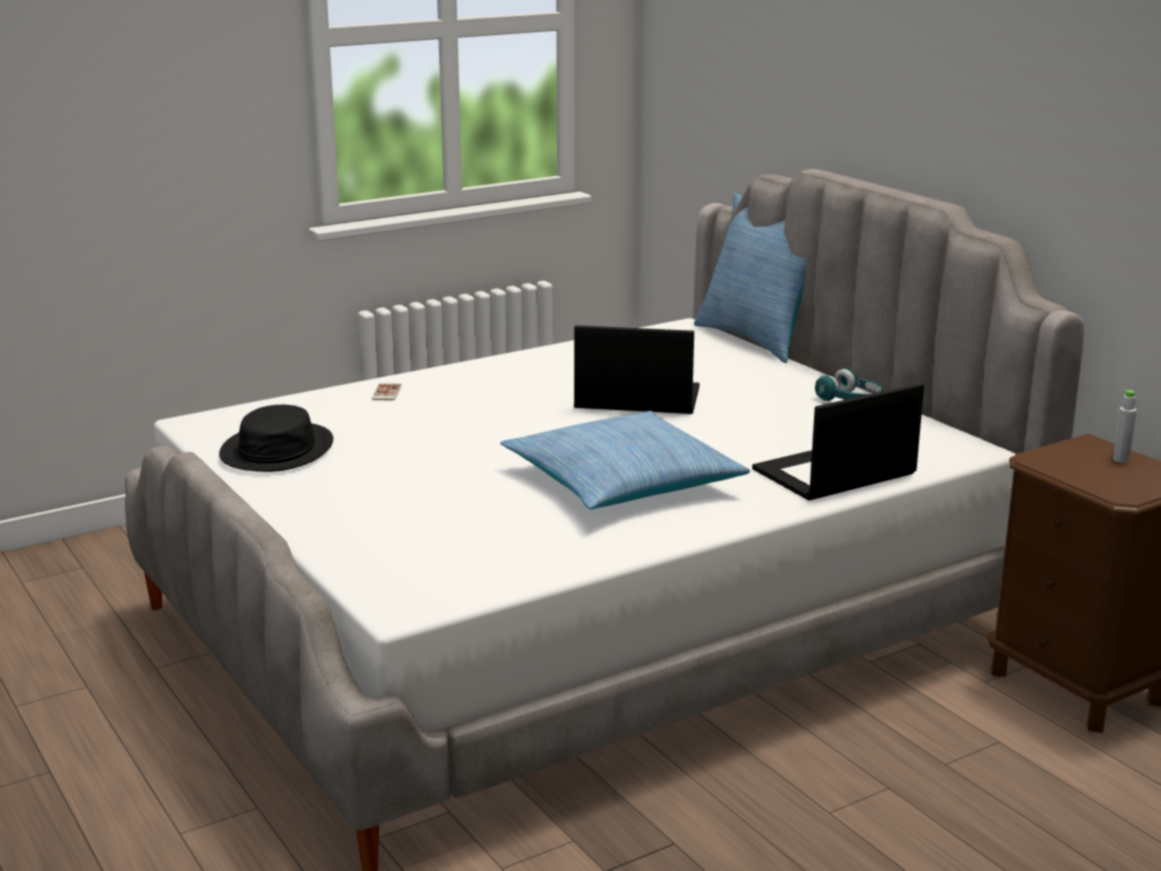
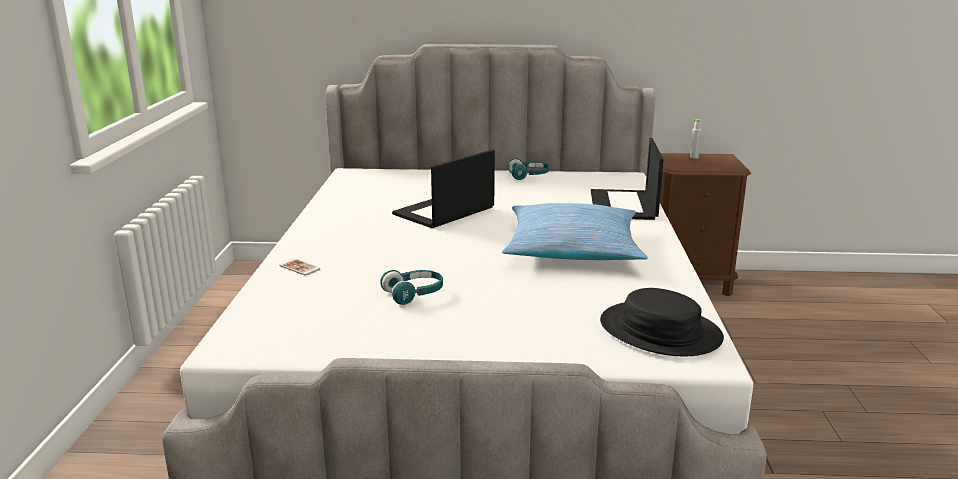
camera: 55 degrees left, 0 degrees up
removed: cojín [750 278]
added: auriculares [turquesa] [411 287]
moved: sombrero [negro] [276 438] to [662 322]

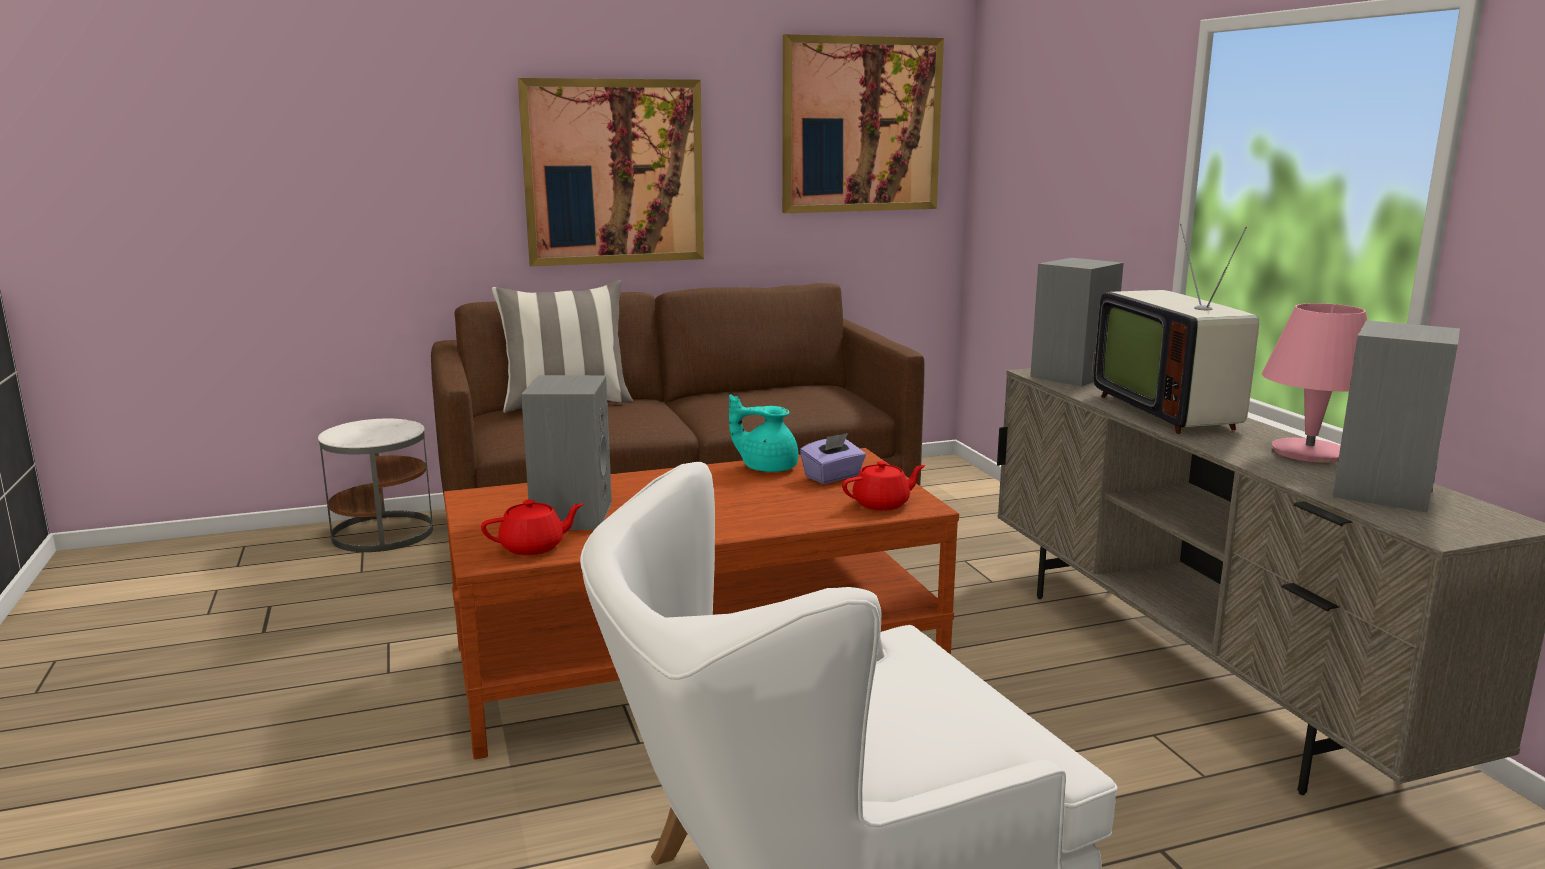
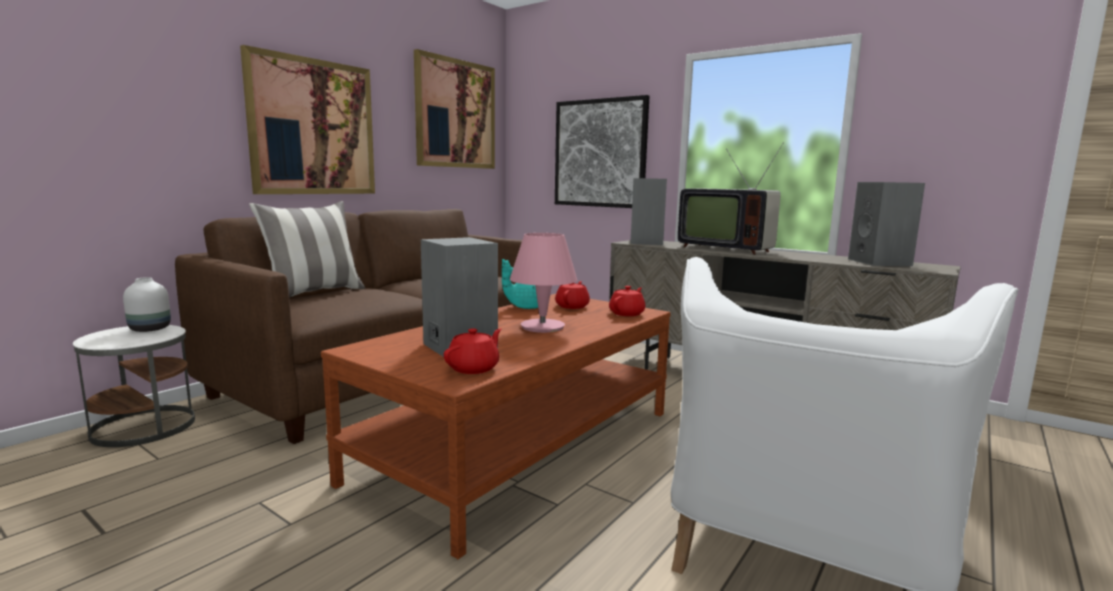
camera: 35 degrees left, 5 degrees down
added: cuadro [602 151]; florero [blanco] [147 304]
moved: lámpara de mesa [rosa] [1314 383] to [543 283]
replaced: caja de pañuelos [morado] [833 458] to tetera [rojo] [572 295]

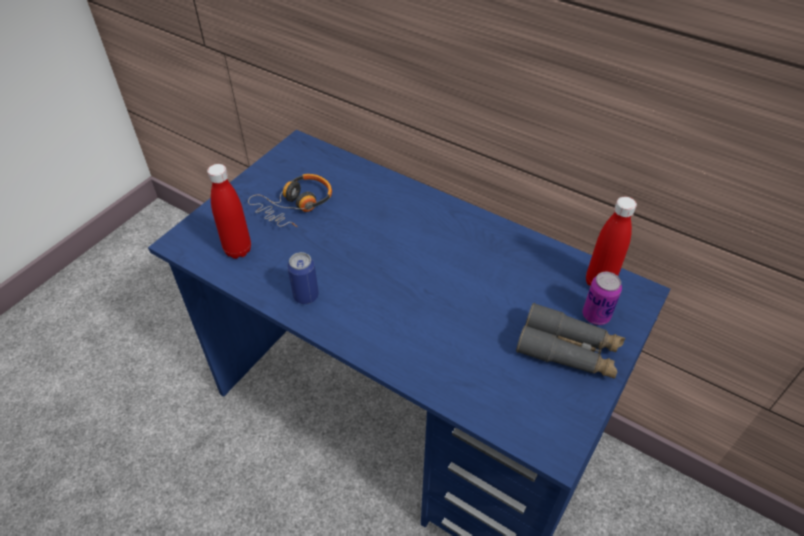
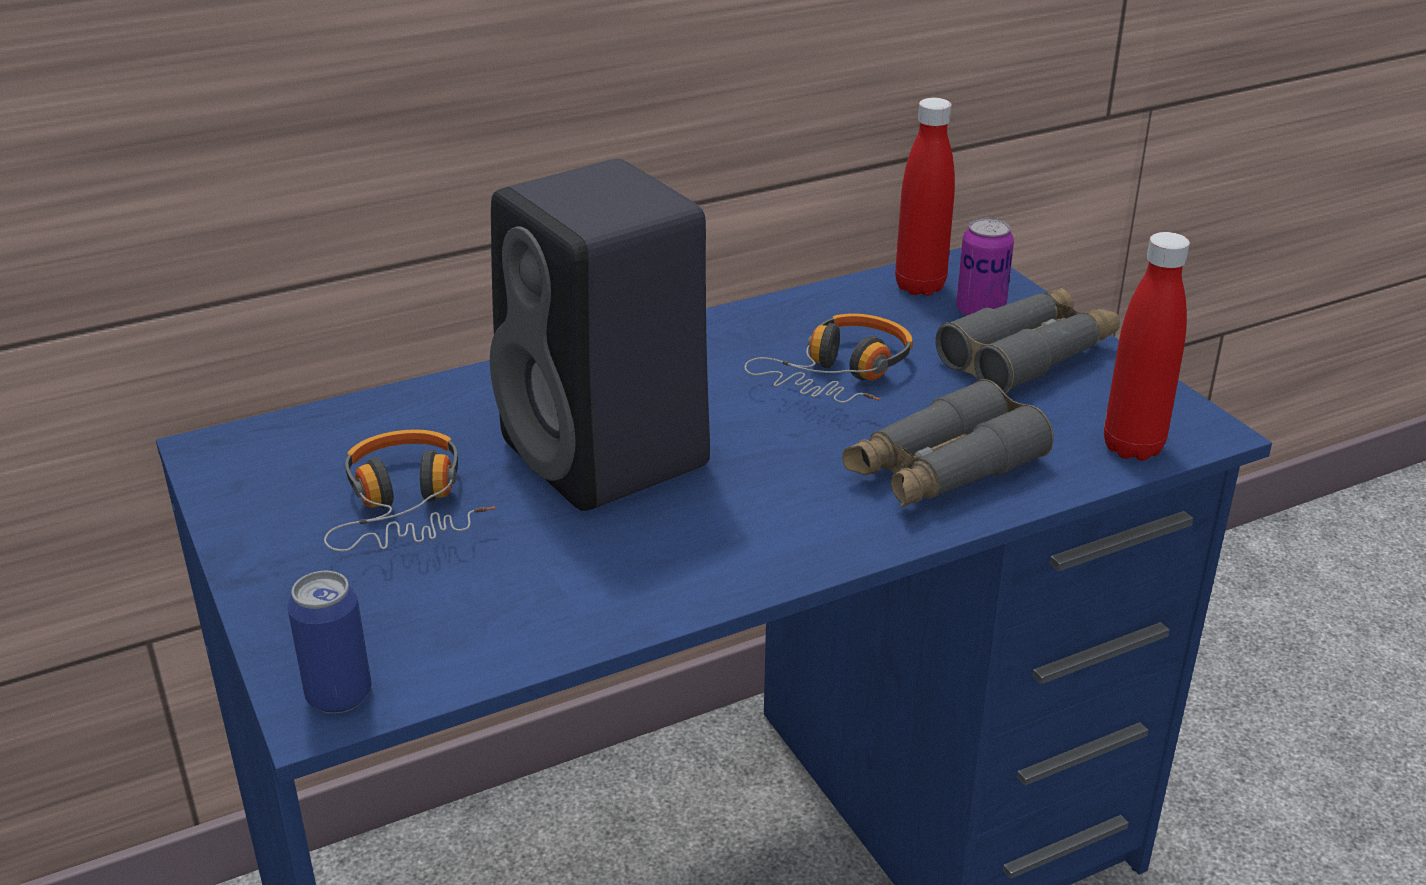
camera: 60 degrees left, 15 degrees down
added: altavoz [negro] [600 335]; auriculares [828 358]; prismáticos [gris] [948 443]
moved: botella [rojo] [229 211] to [1147 346]; lata [303 278] to [329 642]

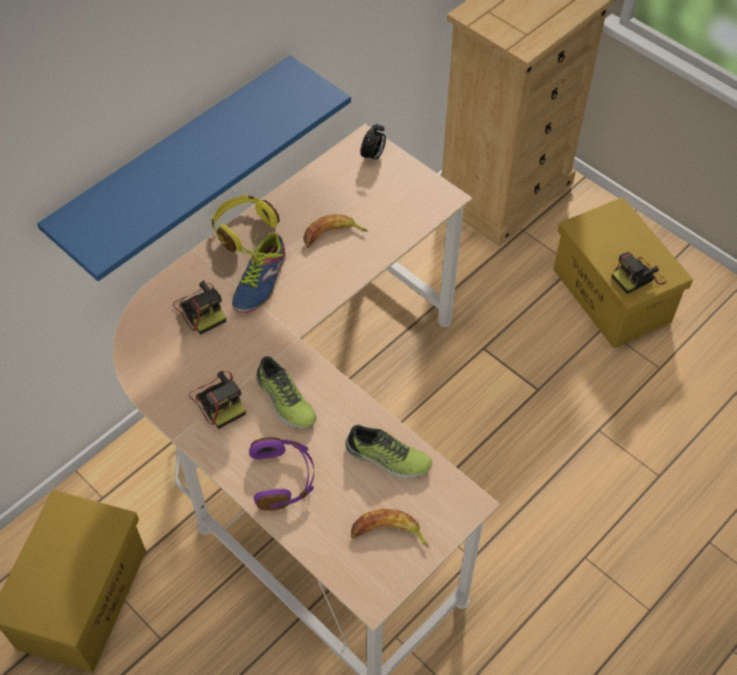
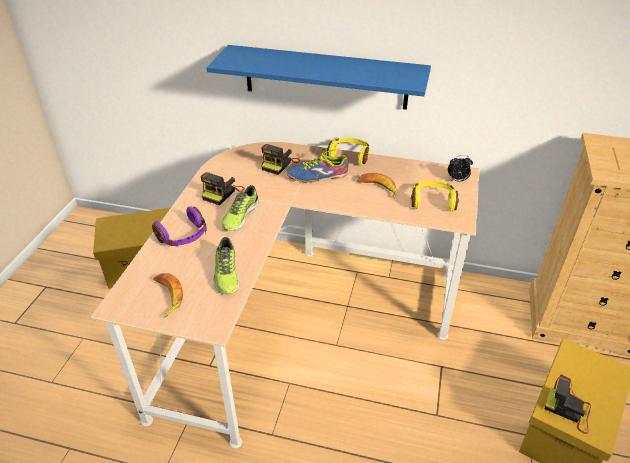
camera: 60 degrees right, 15 degrees down
added: auriculares [amarillo] [435 196]

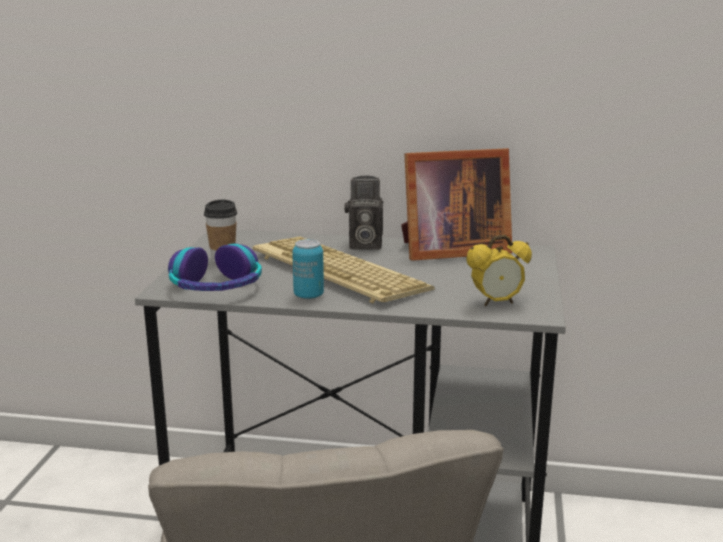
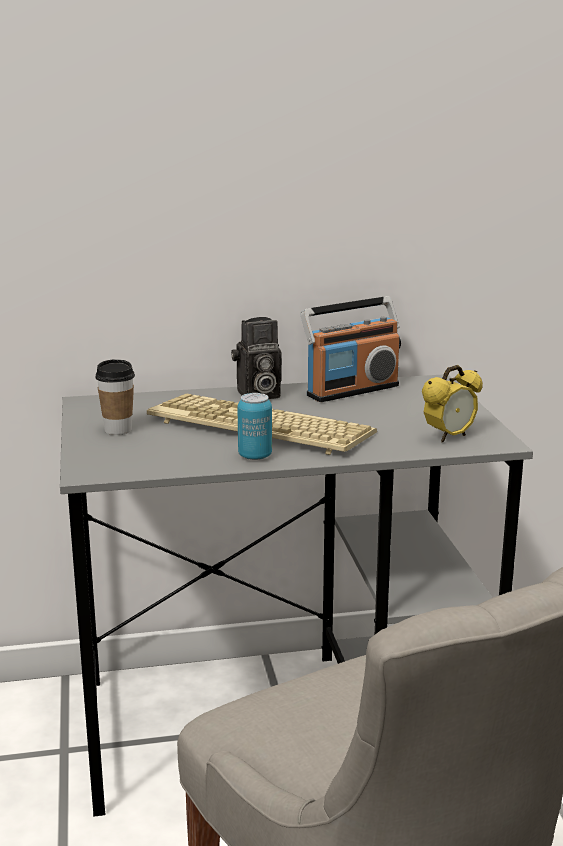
camera: 20 degrees left, 0 degrees up
removed: auriculares [215 267]
replaced: portarretratos [456 204] to radio [351 349]

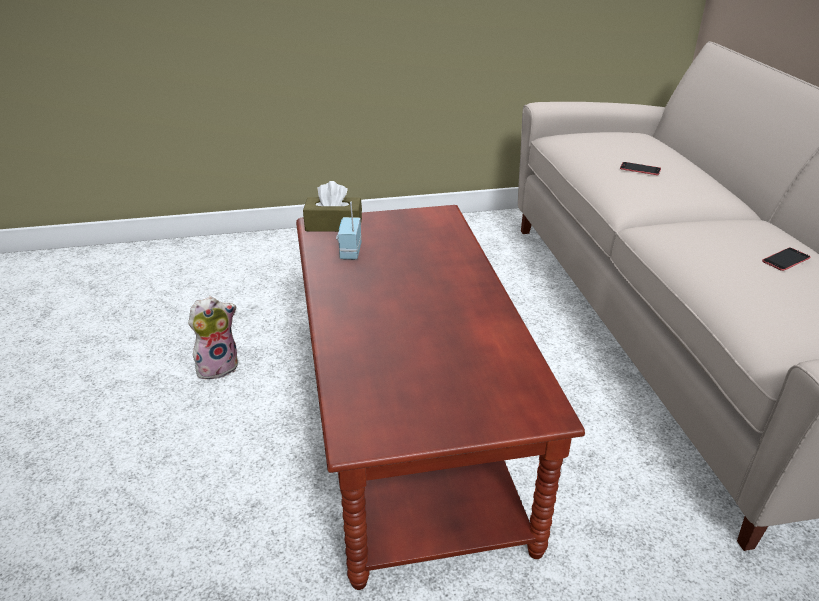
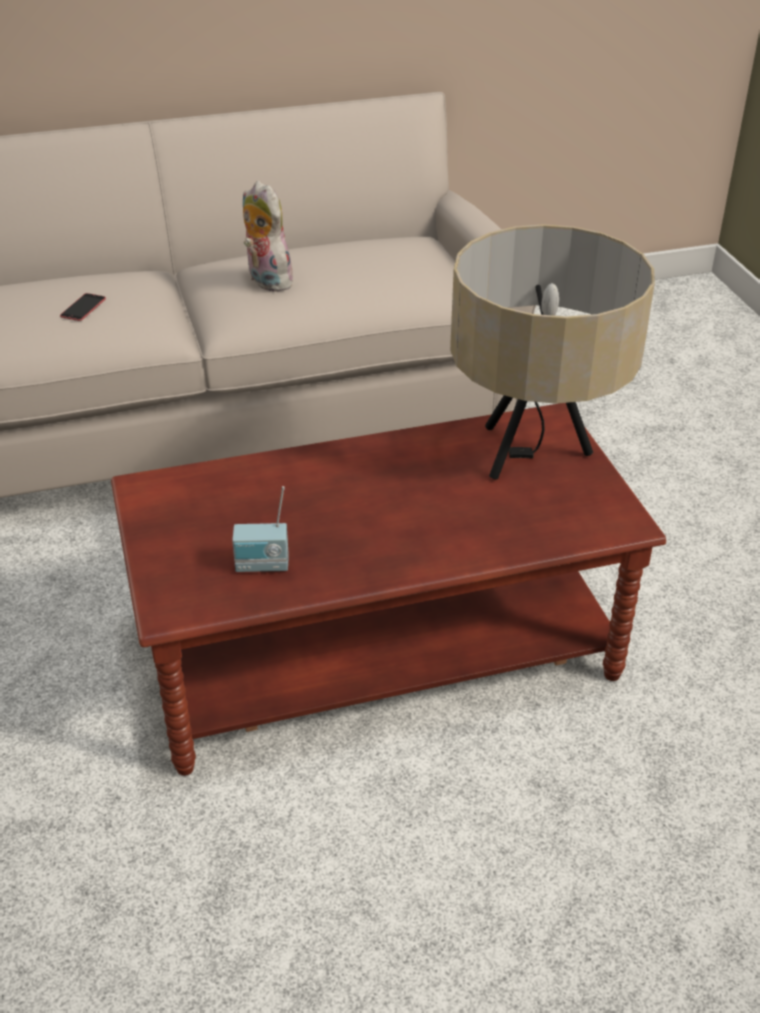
camera: 95 degrees left, 5 degrees up
removed: caja de pañuelos [marrón] [332 206]; móvil [786 259]
added: lámpara de mesa [beis] [552 352]
moved: peluche [213 337] to [269 236]

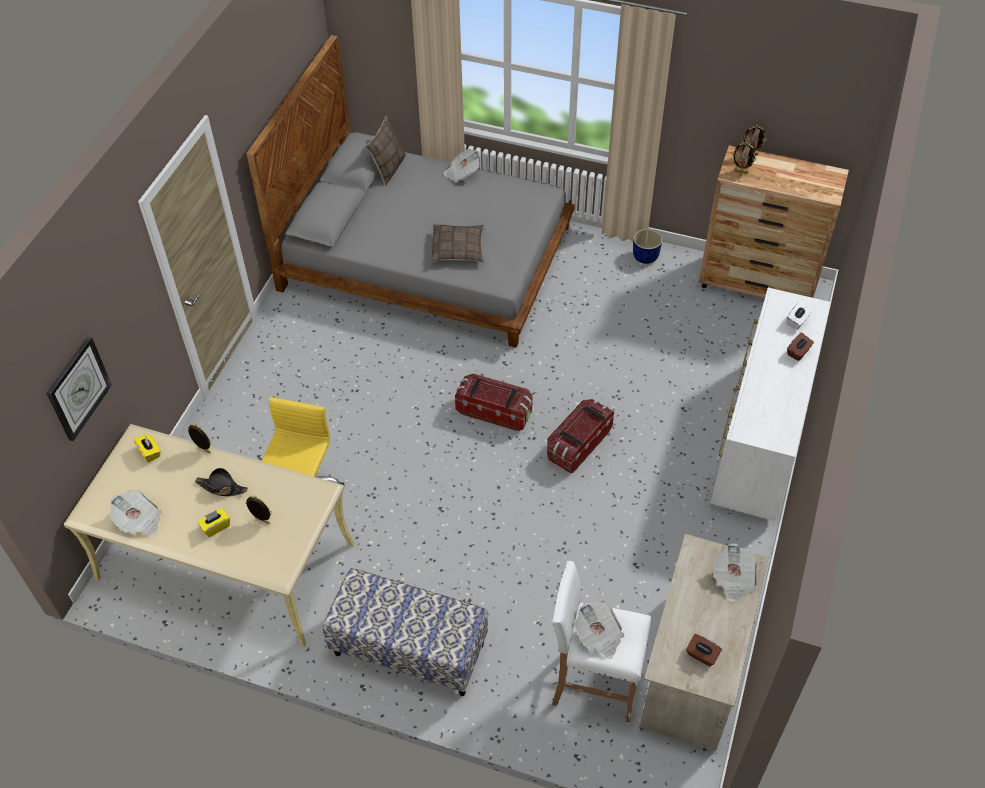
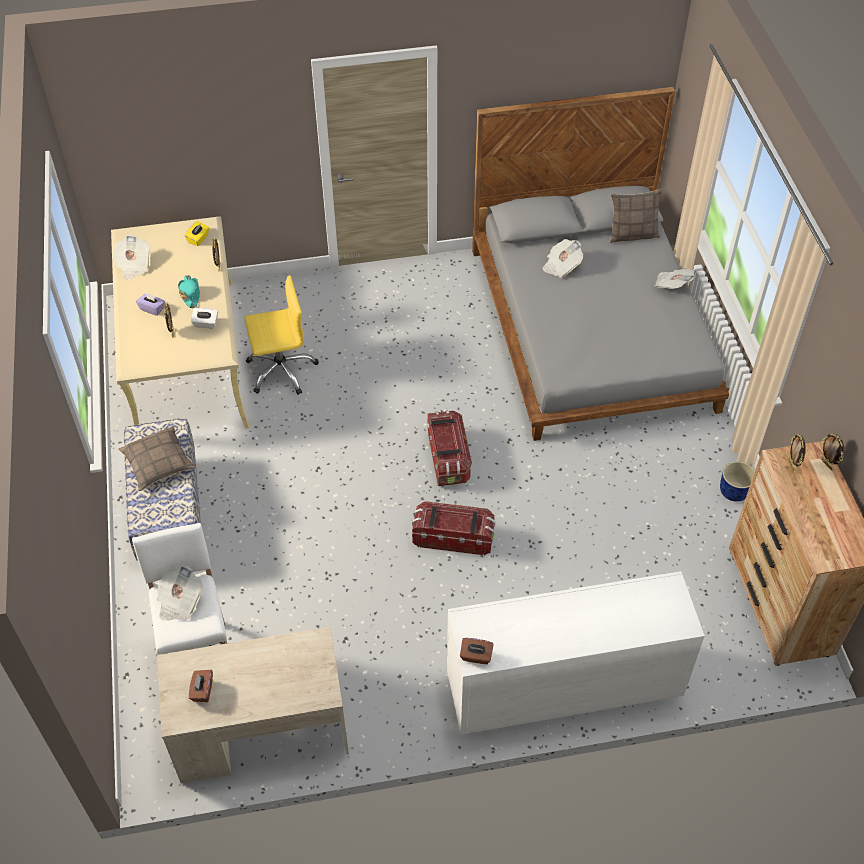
camera: 60 degrees right, 0 degrees up
removed: reloj de pared [79 388]
moved: cojín [458 243] to [157 458]; caja de pañuelos [blanco] [798 316] to [204 318]; caja de pañuelos [marrón] [800 347] to [477 651]; periódico [735 572] to [562 258]
recoloured: sombrero [negro] [221 482] to sombrero [turquesa] [189 291]; caja de pañuelos [amarillo] [214 522] to caja de pañuelos [morado] [150 304]

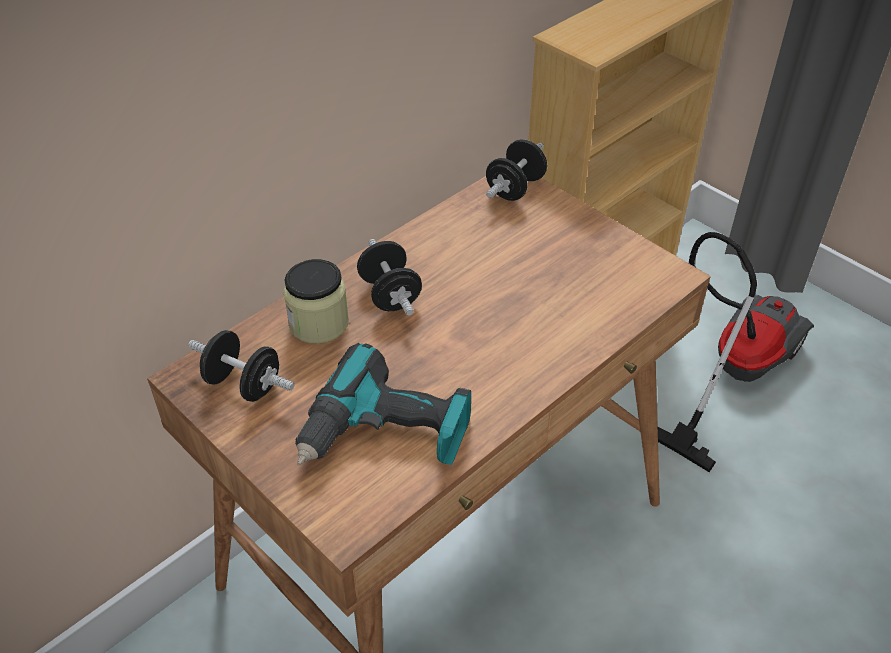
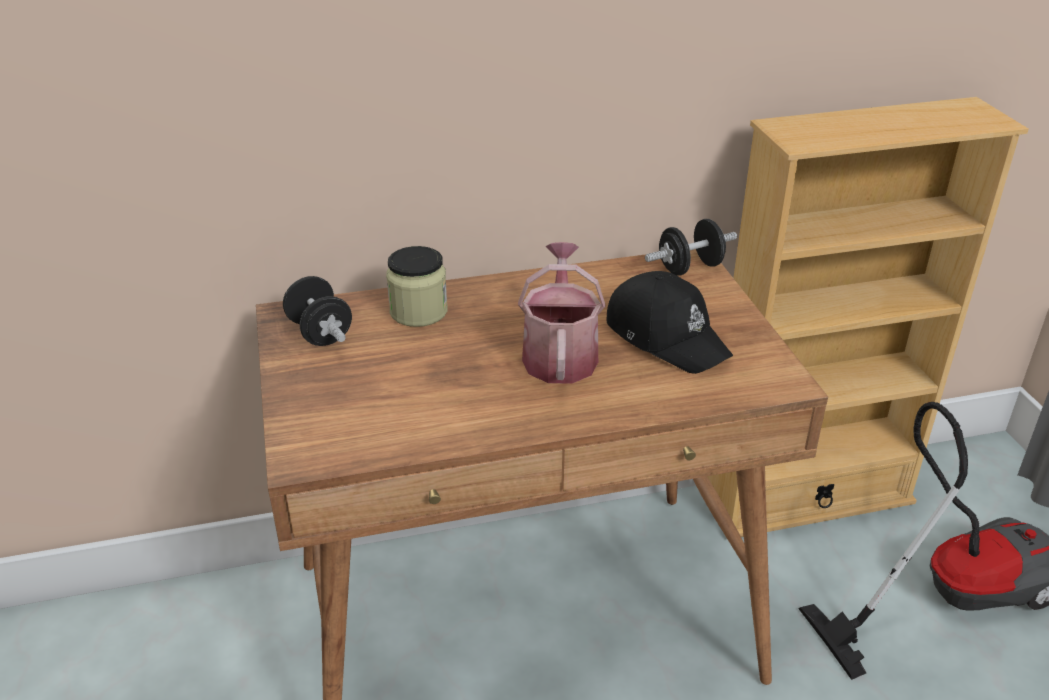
camera: 30 degrees right, 10 degrees down
removed: mancuerna [negro] [389 277]; taladro [383 404]
added: regadera [561 313]; gorra [negro] [670 322]

